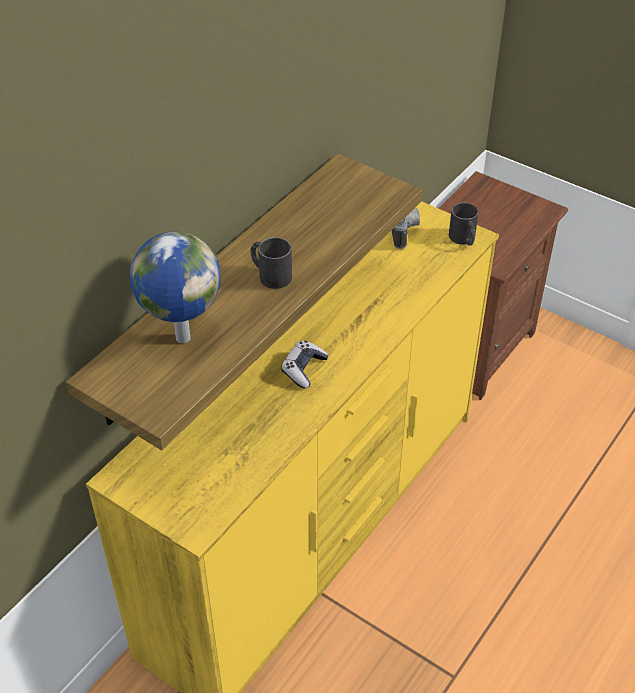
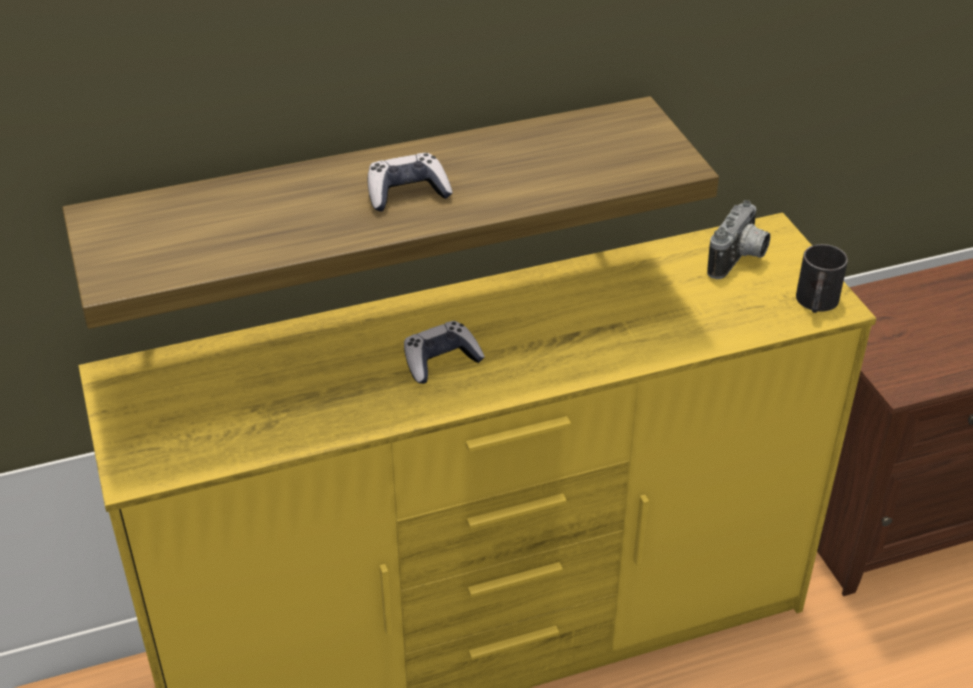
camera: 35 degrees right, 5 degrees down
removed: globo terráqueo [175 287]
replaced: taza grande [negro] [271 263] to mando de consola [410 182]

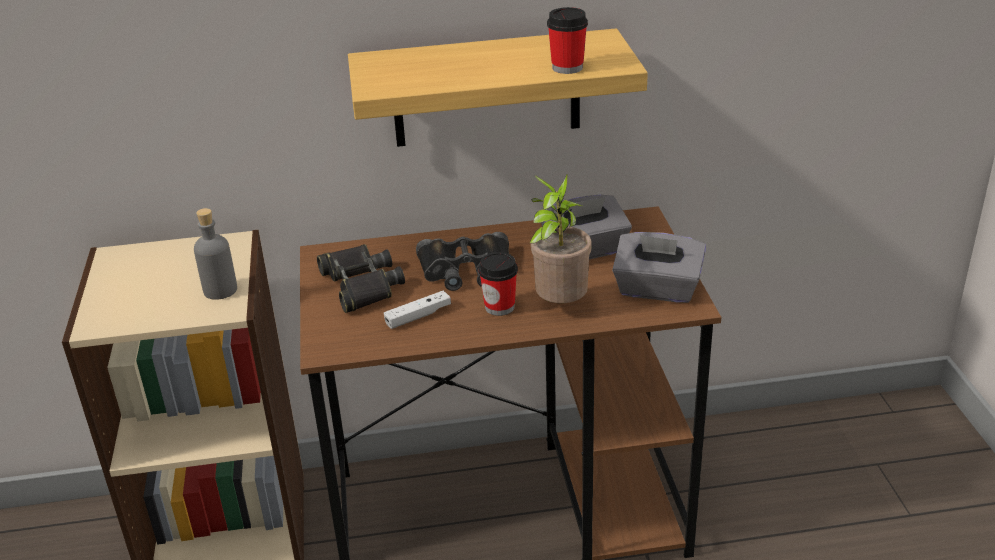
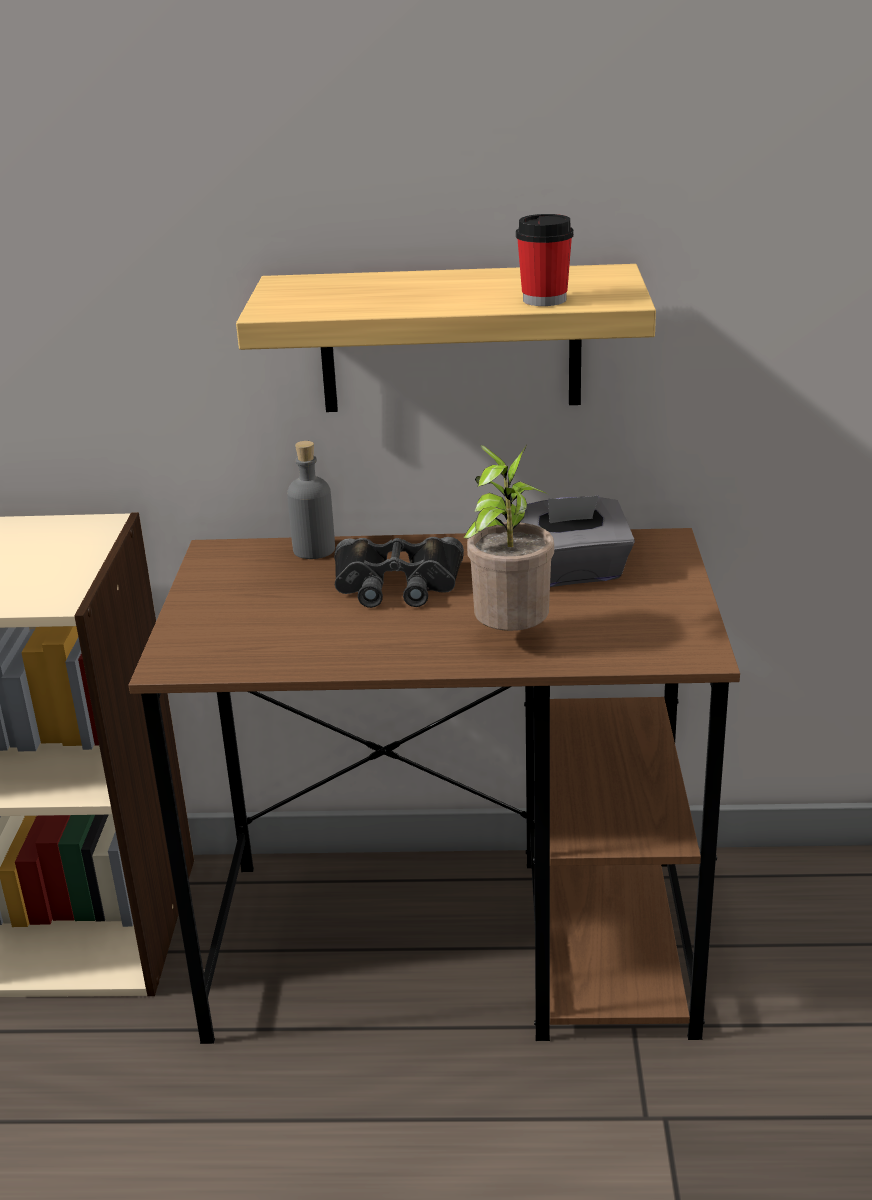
camera: 10 degrees right, 5 degrees down
removed: caja de pañuelos [gris] [659 267]; prismáticos [negro] [361 278]; taza [498 284]; mando de consola [blanco] [417 310]
moved: botella [gris] [215 254] to [311 500]

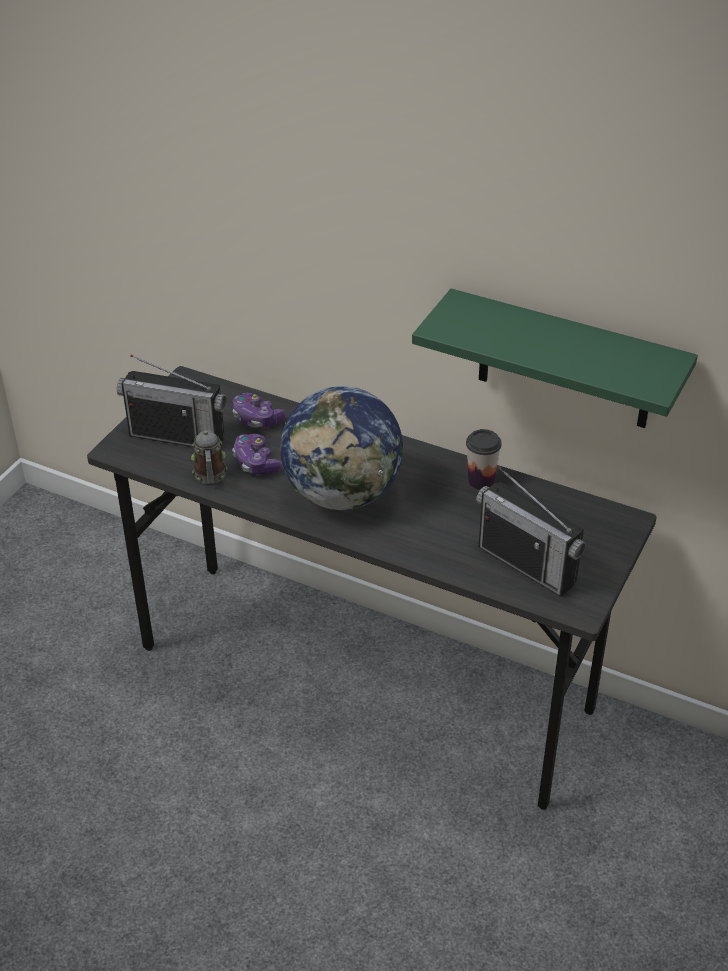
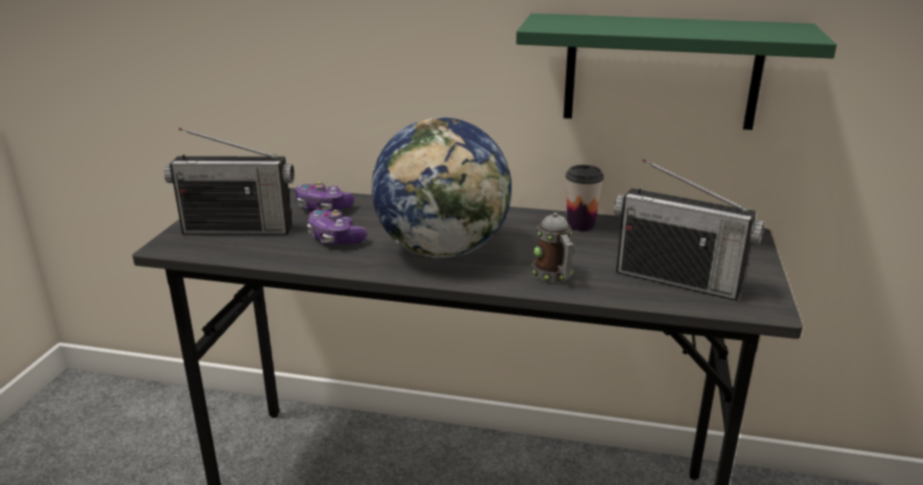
camera: 15 degrees left, 15 degrees down
moved: taza grande [209 457] to [552 248]

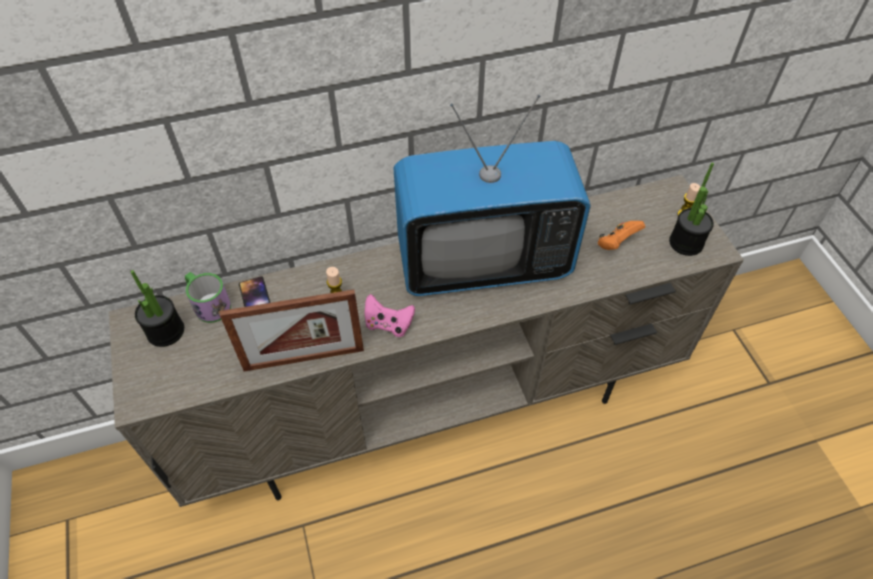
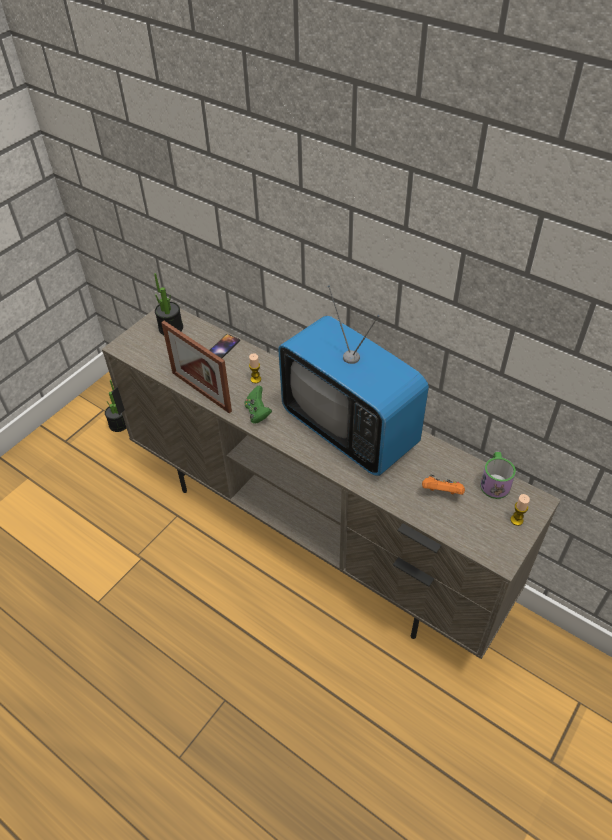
camera: 55 degrees right, 5 degrees down
moved: planta en maceta [691 209] to [115 406]; taza grande [208 297] to [498 475]
recoloured: mando de consola [rosa] [390 315] to mando de consola [verde] [258 405]

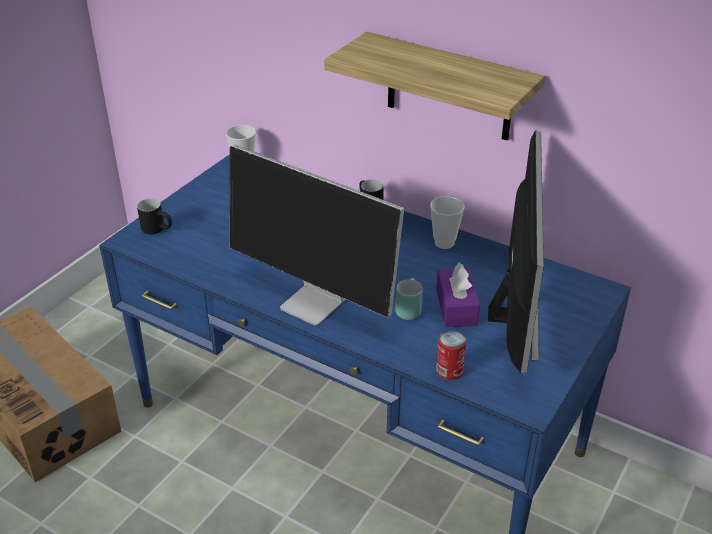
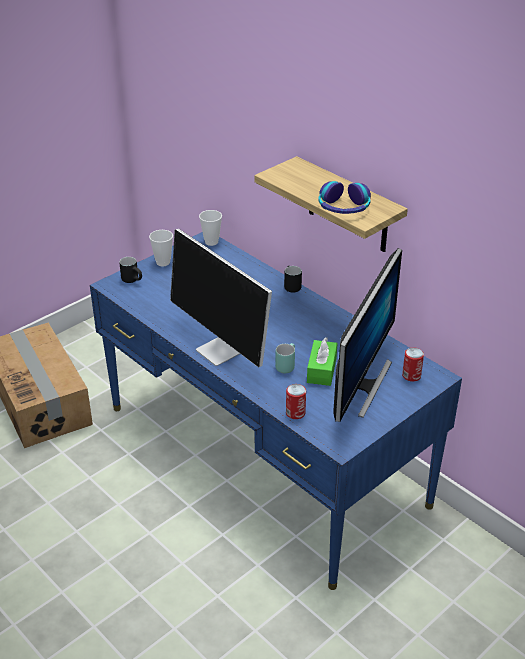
camera: 15 degrees right, 0 degrees up
added: auriculares [344 197]; lata [413 364]
moved: taza [447 222] to [161 248]
recoloured: caja de pañuelos [morado] [458 295] to caja de pañuelos [verde] [322 361]

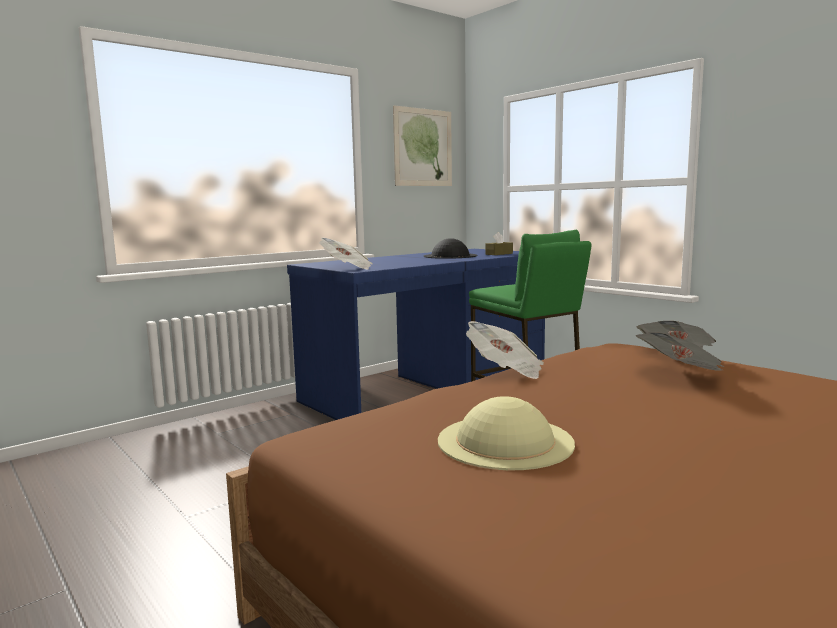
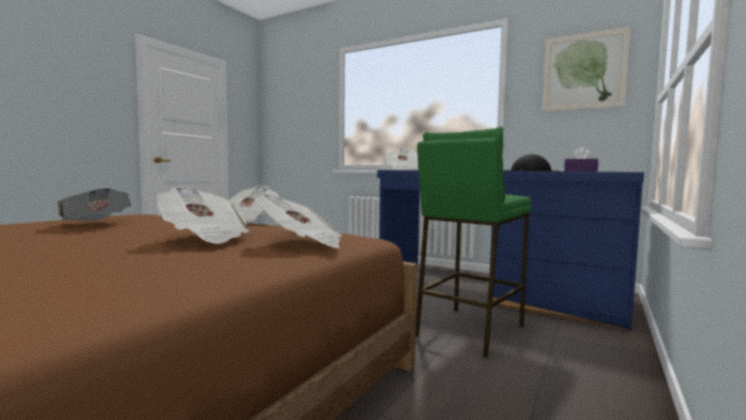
camera: 70 degrees right, 5 degrees down
replaced: sombrero [beis] [506 433] to periódico [94 204]
recoloured: caja de pañuelos [marrón] [499 243] to caja de pañuelos [morado] [581 159]

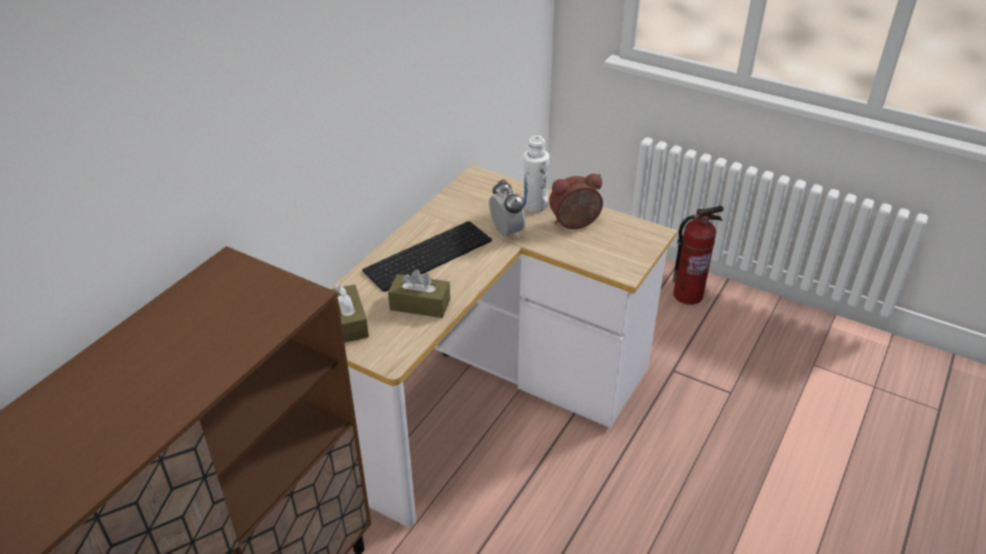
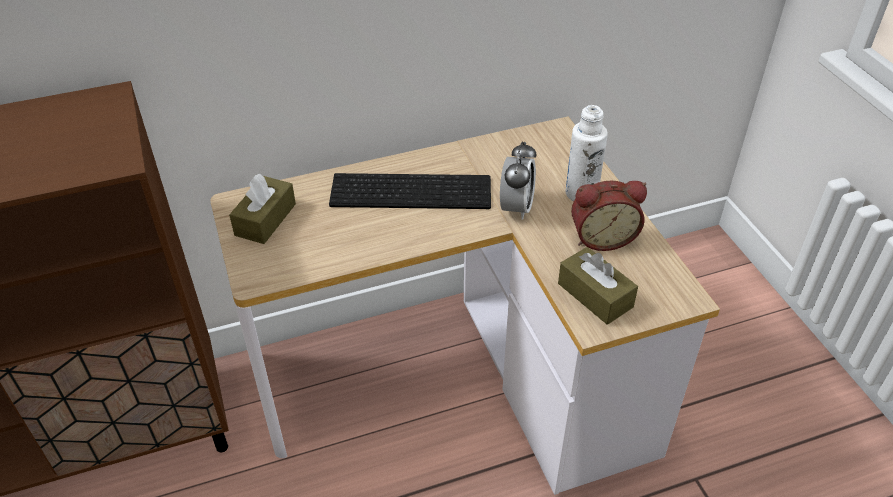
camera: 40 degrees right, 5 degrees up
removed: extintor [698 255]
moved: caja de pañuelos [marrón] [419 293] to [598 286]
turned: despertador [576 201] = [609 216] 150 degrees clockwise

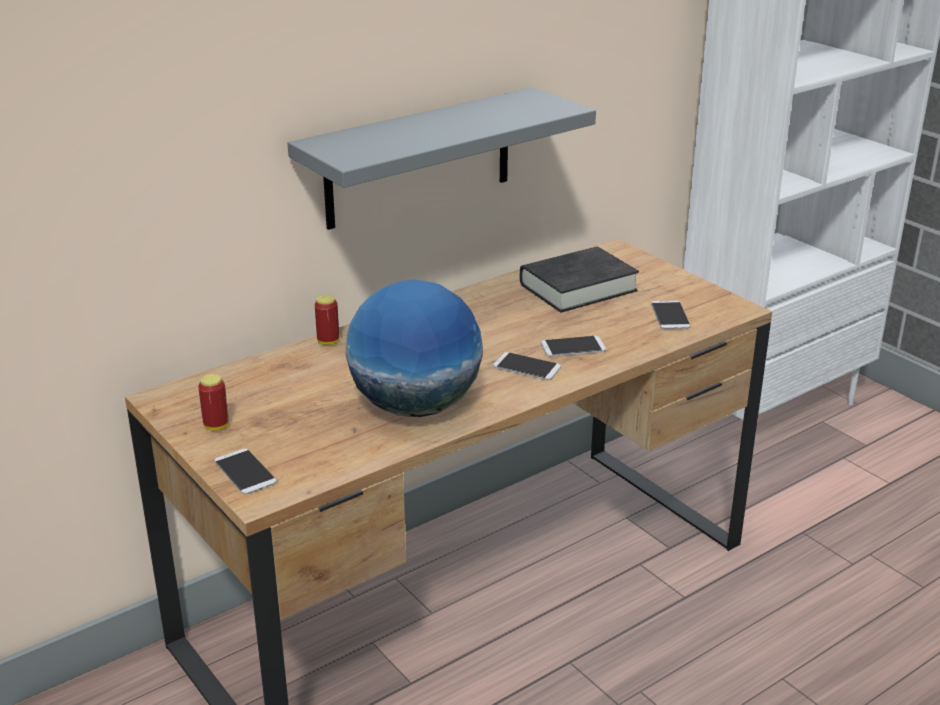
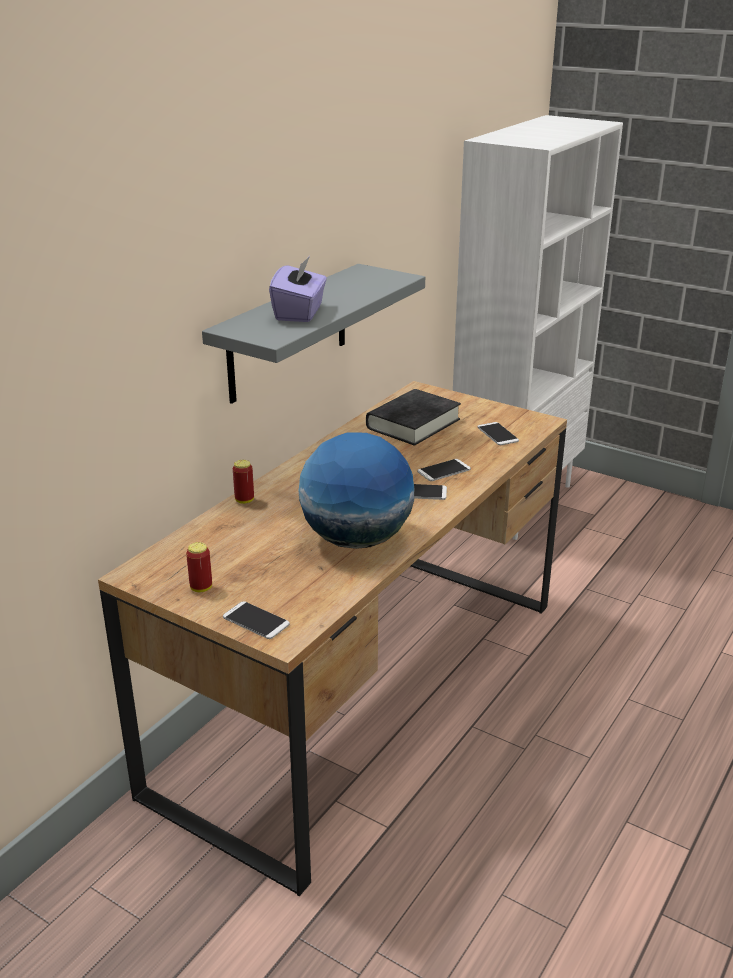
camera: 20 degrees left, 0 degrees up
added: caja de pañuelos [morado] [298 289]

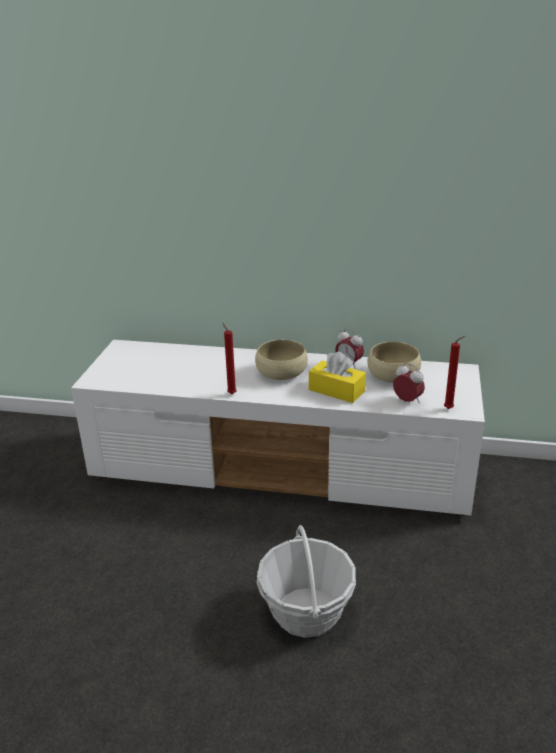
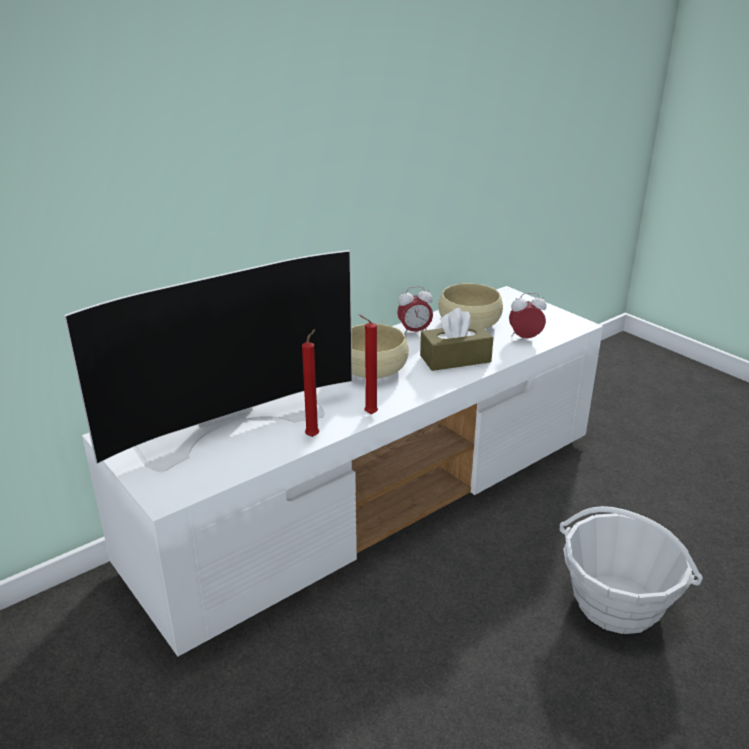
camera: 50 degrees left, 0 degrees up
added: televisor [208 361]
moved: vela [rojo] [454 372] to [310 383]
recoloured: caja de pañuelos [amarillo] [337 377] to caja de pañuelos [marrón] [456 339]

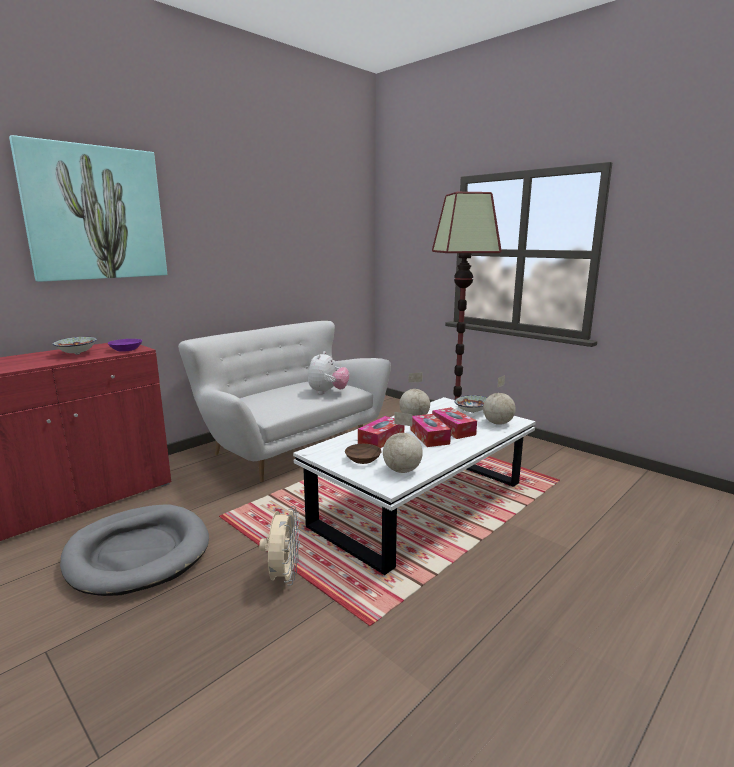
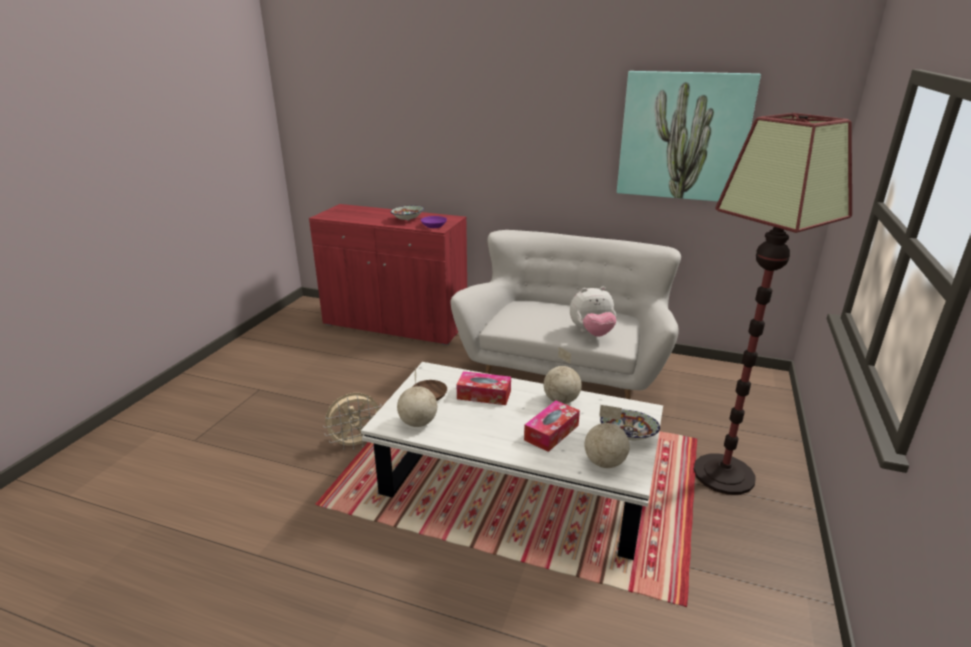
camera: 65 degrees right, 10 degrees up
removed: caja de pañuelos [431 430]; cama para perro [gris] [134 550]
moved: cuadro [88 208] to [689 136]

